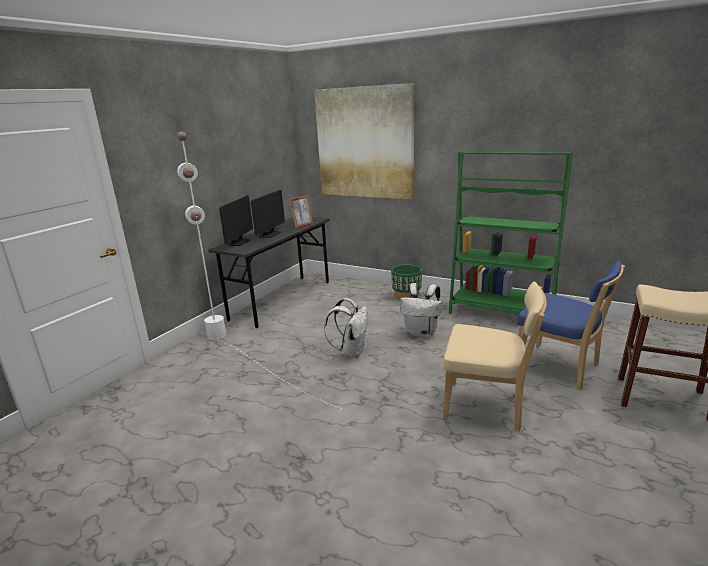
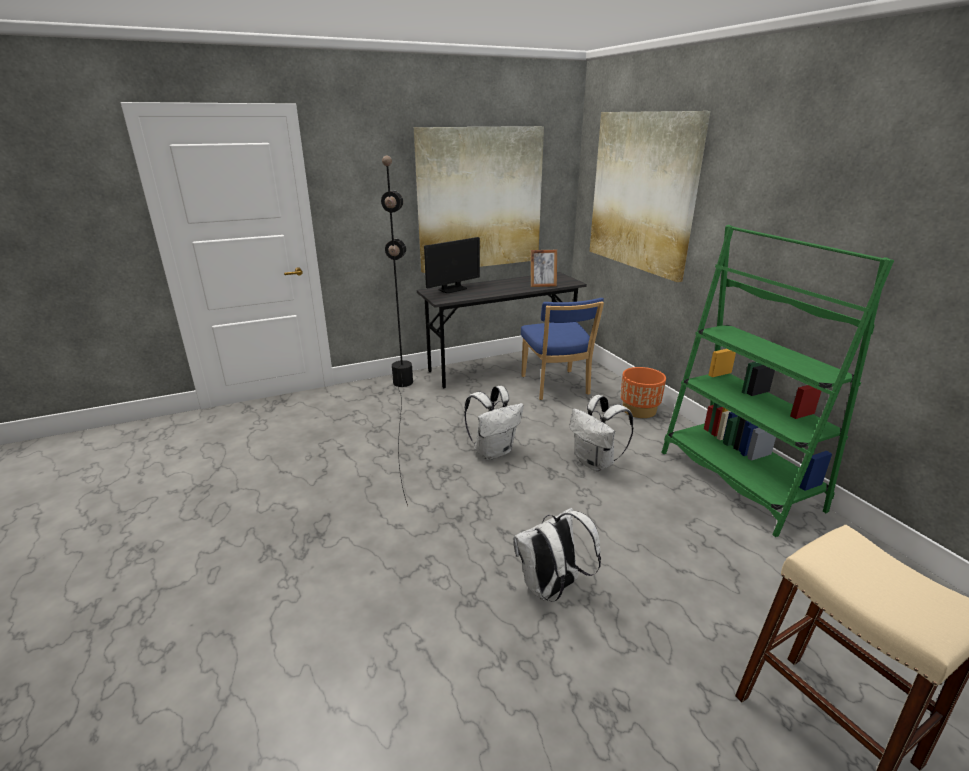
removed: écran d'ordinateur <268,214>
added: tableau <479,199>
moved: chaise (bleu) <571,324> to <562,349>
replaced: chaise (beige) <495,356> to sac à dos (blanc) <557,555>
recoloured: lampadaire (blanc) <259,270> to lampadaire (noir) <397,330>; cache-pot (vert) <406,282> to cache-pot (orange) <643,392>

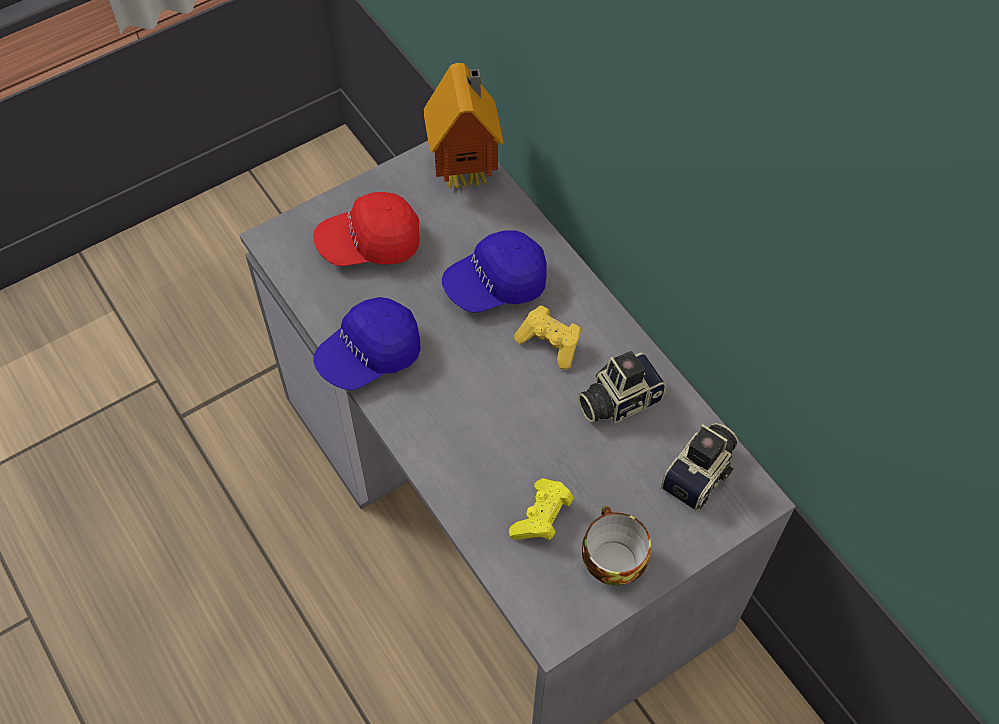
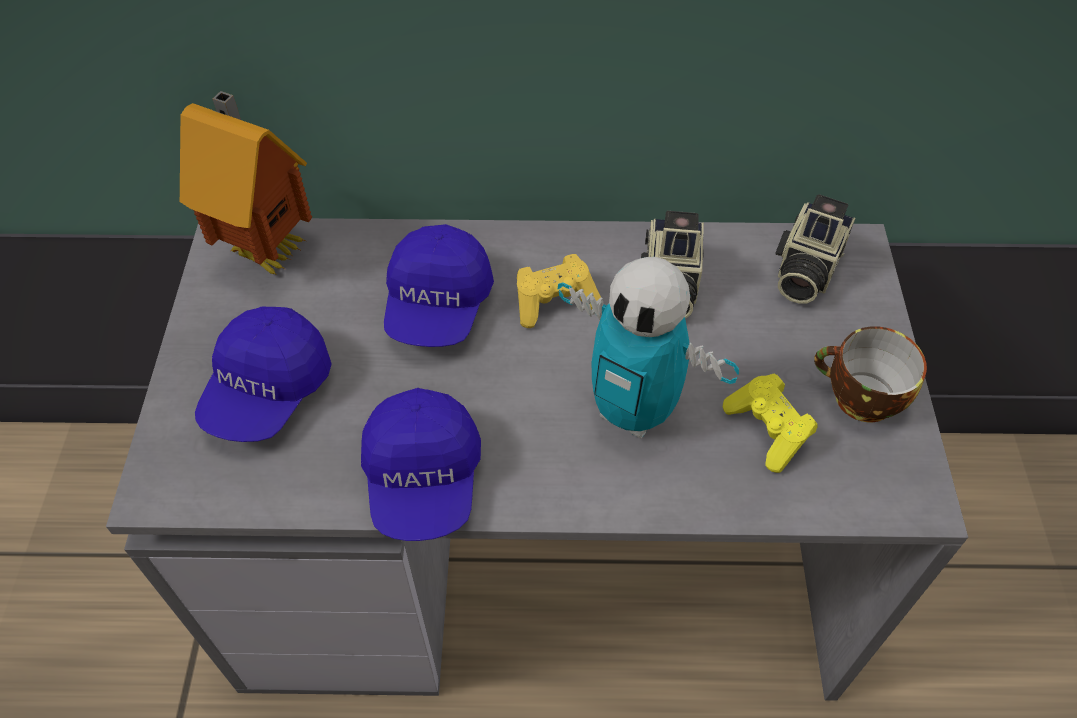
added: robot jouet <648,347>
recoloured: casquette (rouge) <366,229> to casquette (bleu) <263,374>
turned: appareil photo <699,467> = <815,249> 135 degrees counterclockwise

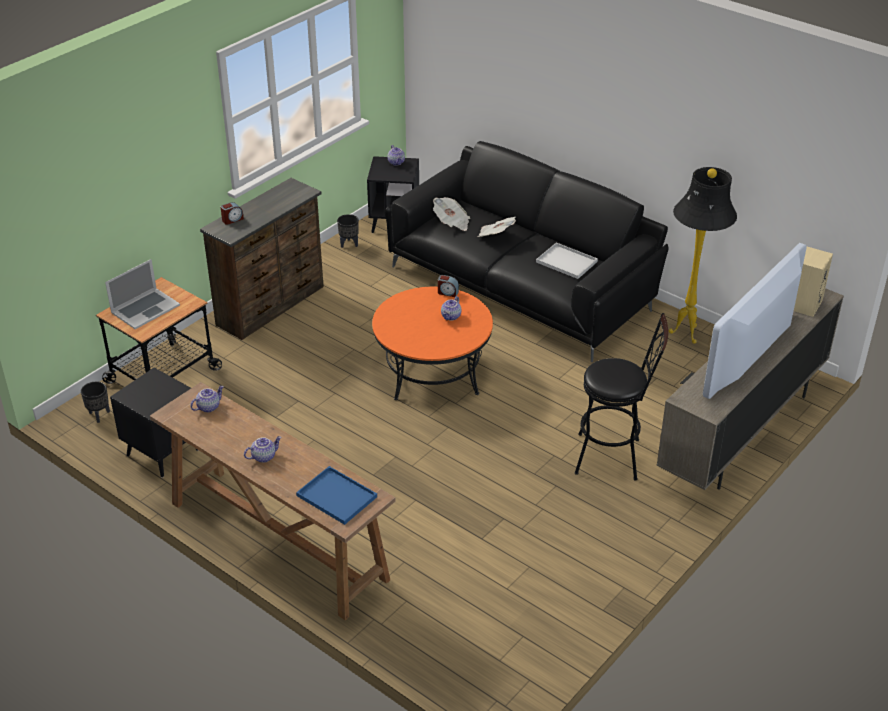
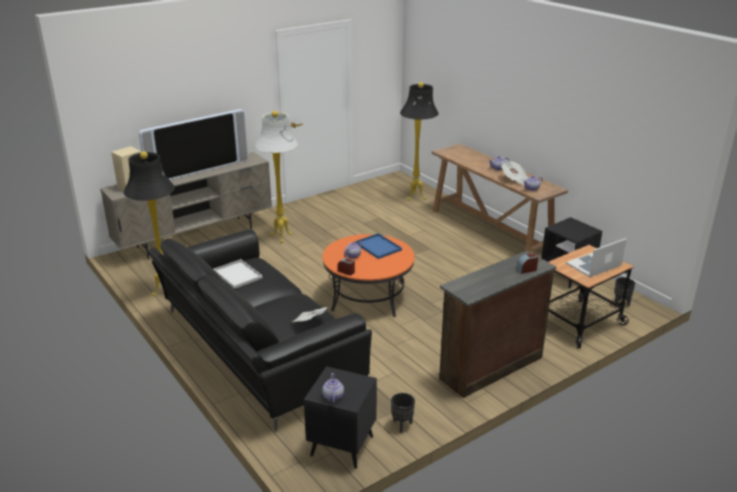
added: lampadaire (noir) <419,141>
moved: plateau (bleu) <336,495> to <378,246>; journal <497,227> to <515,172>
replaced: tabouret (noir) <621,397> to lampadaire (blanc) <276,177>

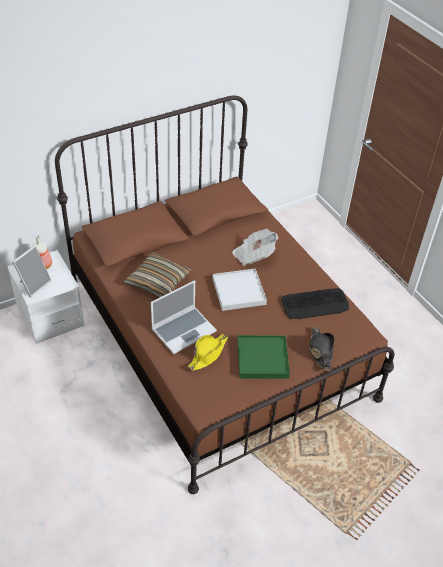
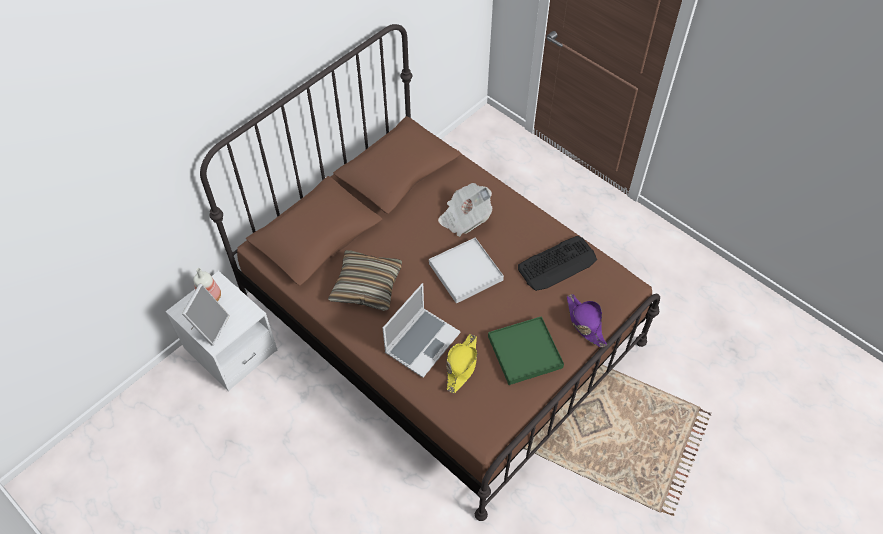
recoloured: chapeau (noir) <322,349> to chapeau (violet) <587,320>

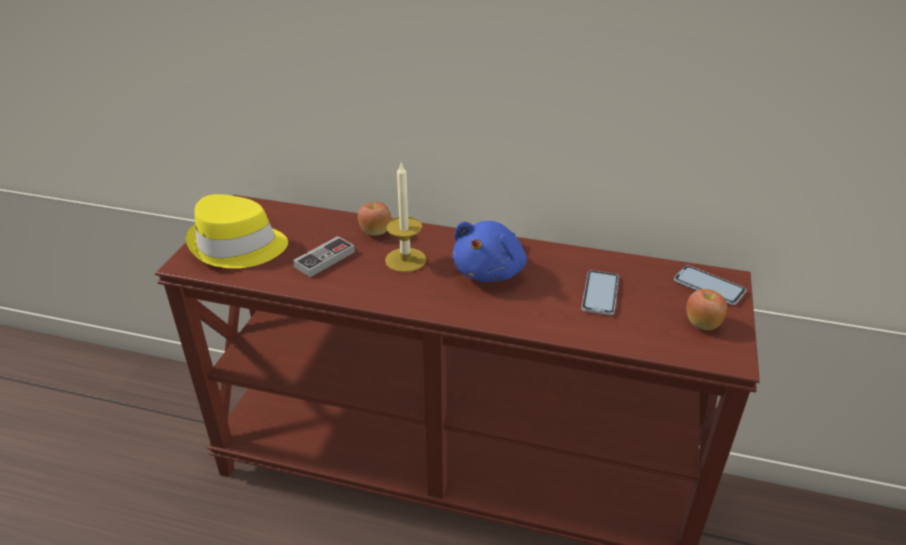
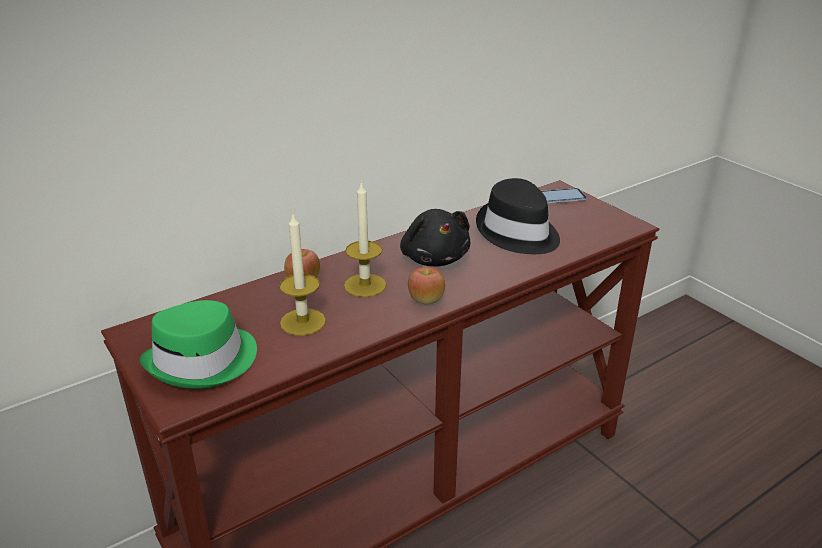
moved: pomme <707,309> to <426,285>
replaced: manette <324,256> to bougie <302,275>; téléphone <600,292> to chapeau (noir) <518,216>
recoloured: chapeau (jaune) <237,231> to chapeau (vert) <198,344>; peluche (bleu) <489,251> to peluche (noir) <435,238>

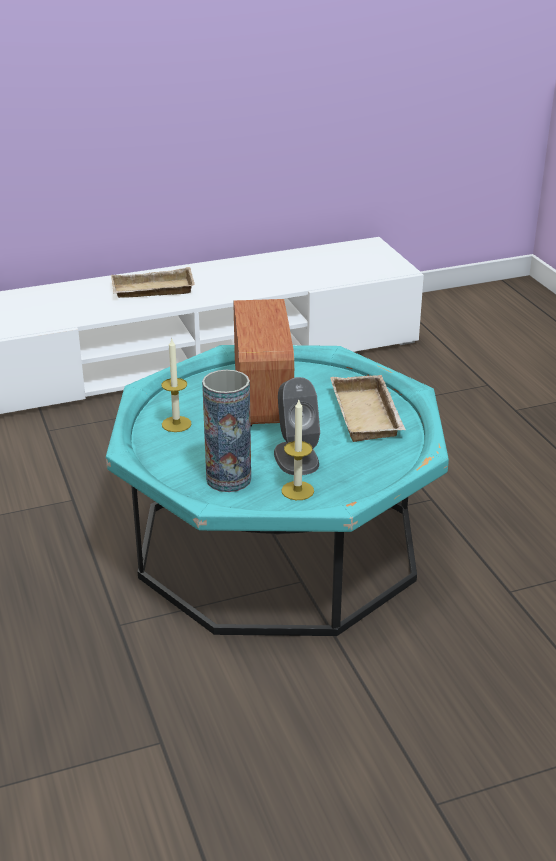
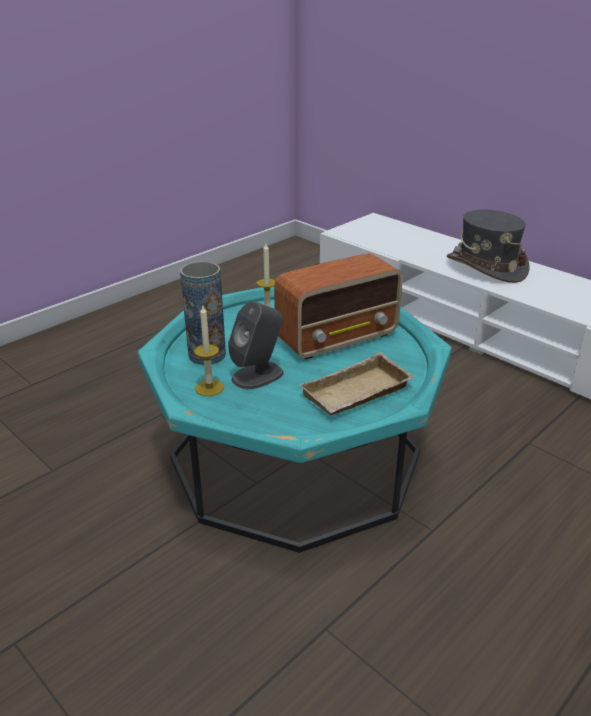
replaced: plateau (beige) <153,282> to chapeau (gris) <488,246>

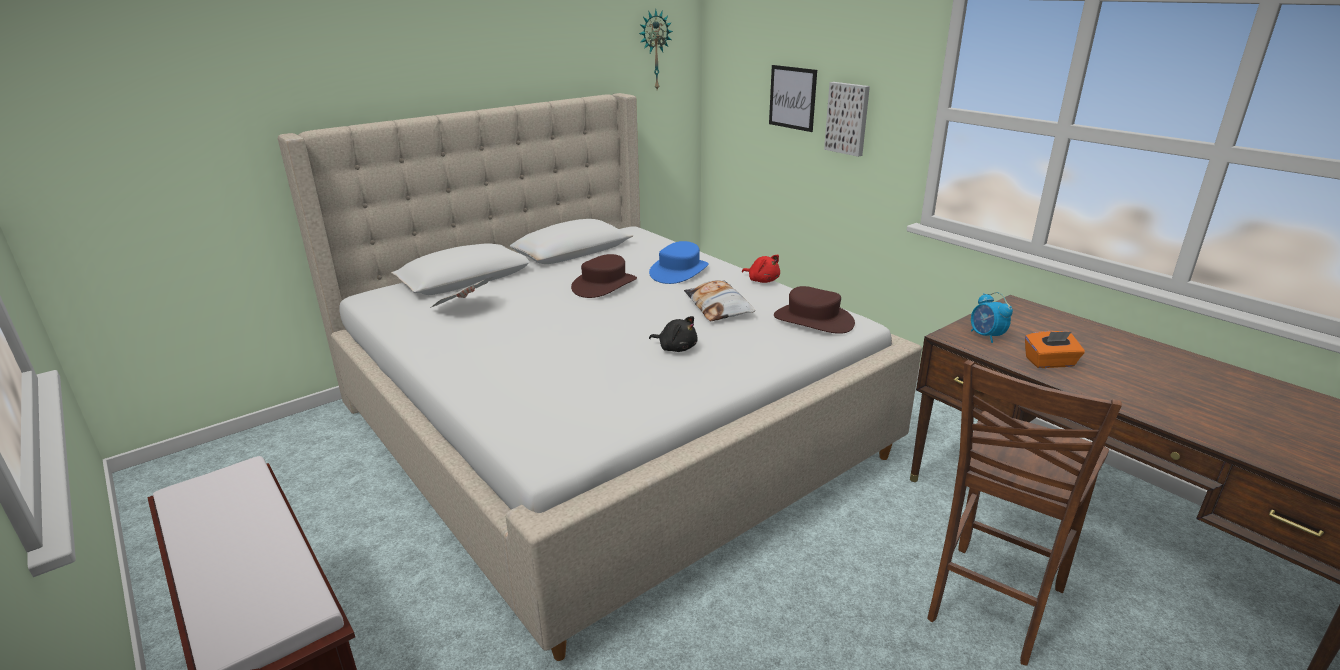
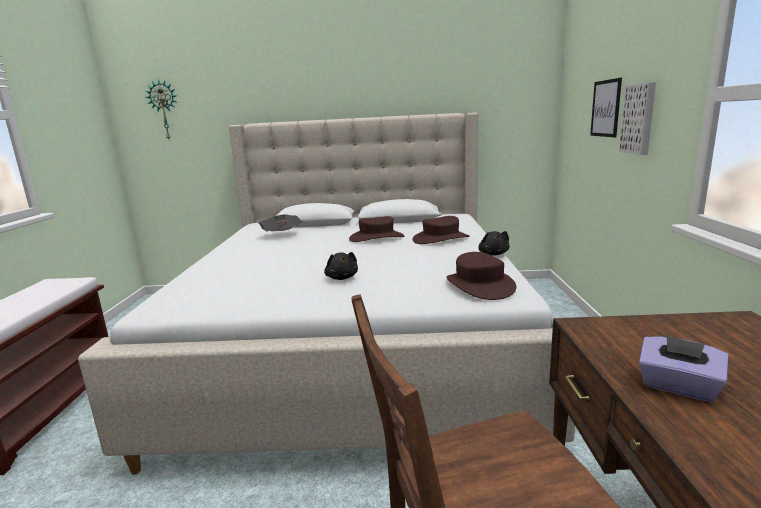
removed: coussin <719,300>; réveil <992,317>
moved: horloge murale <656,49> to <161,109>
recoloured: chapeau (bleu) <679,262> to chapeau (marron) <441,230>; peluche (rouge) <761,269> to peluche (noir) <493,243>; boîte à mouchoirs (orange) <1055,349> to boîte à mouchoirs (violet) <683,369>

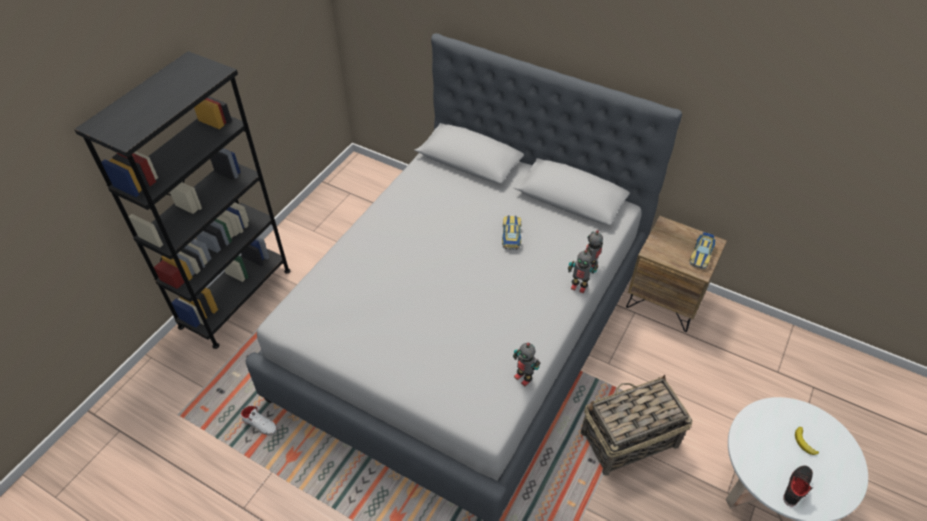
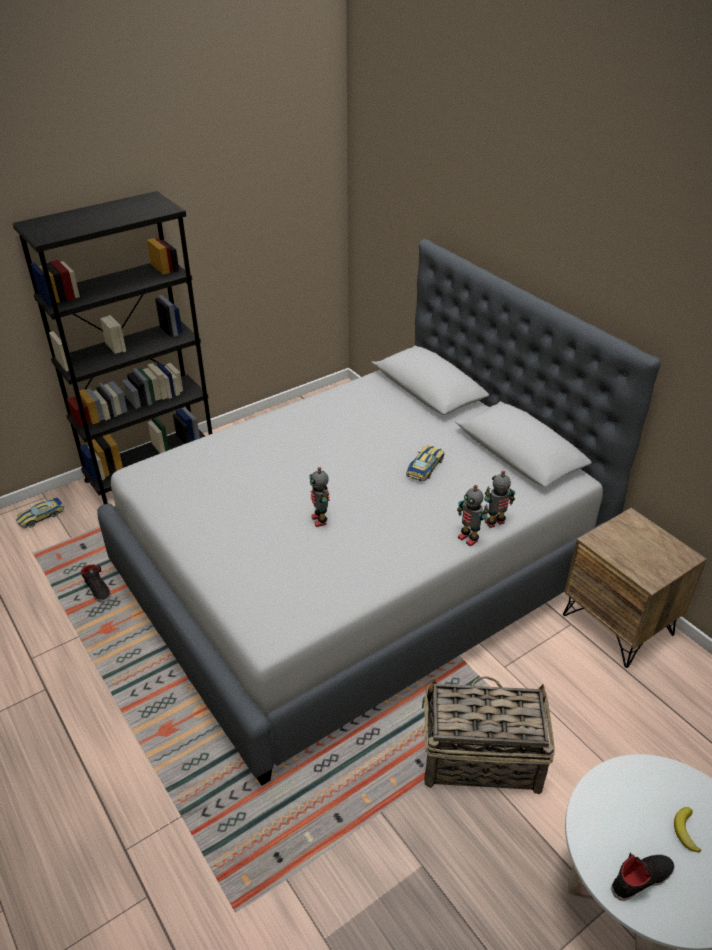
moved: petite voiture <703,250> to <40,513>; robot jouet <526,364> to <319,497>
recoloured: chaussure (blanc) <259,420> to chaussure (noir) <96,583>

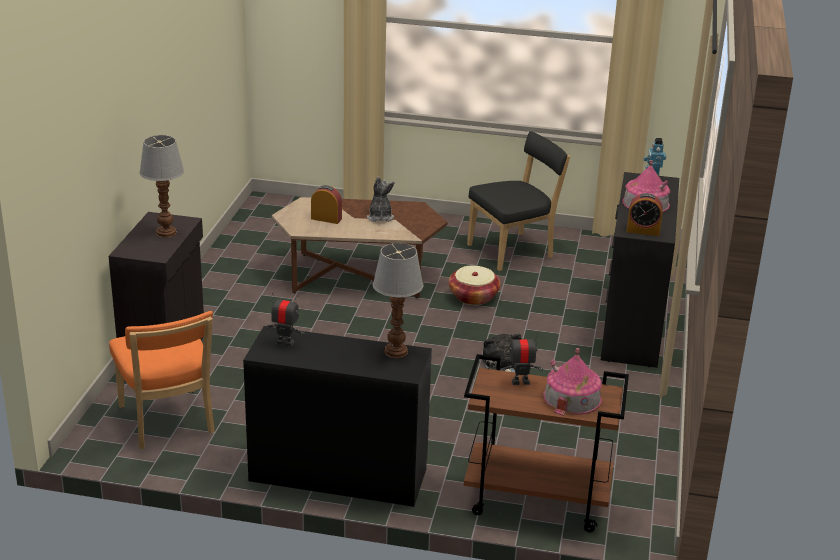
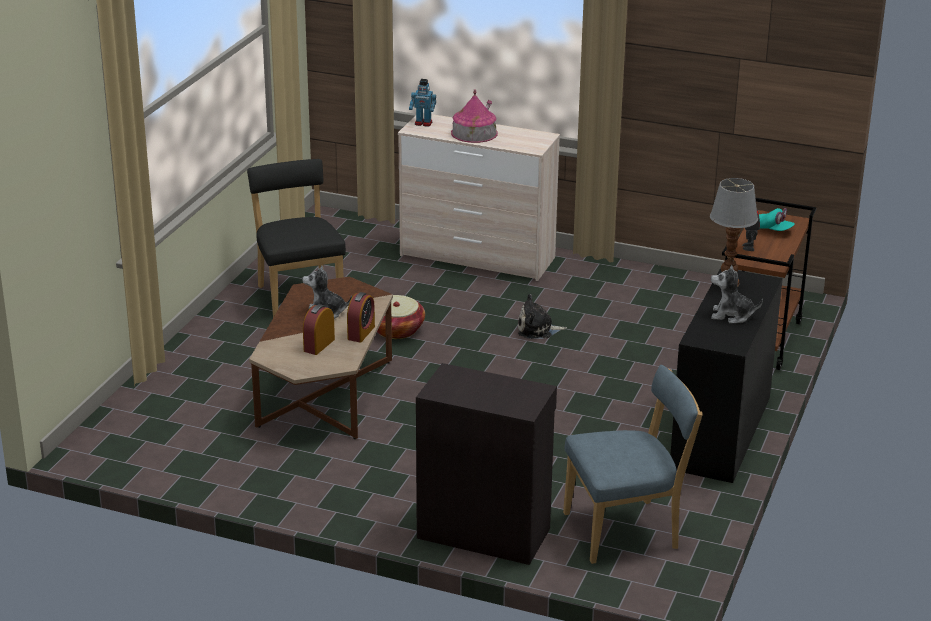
removed: lampe de table <161,186>; robot jouet <284,320>
added: peluche <737,294>
moved: réveil <645,214> to <361,317>
replaced: maison miniature <572,382> to casquette (turquoise) <777,219>
recoloured: commode (noir) <640,270> to commode (beige) <479,197>; chaise (orange) <162,380> to chaise (bleu) <632,464>

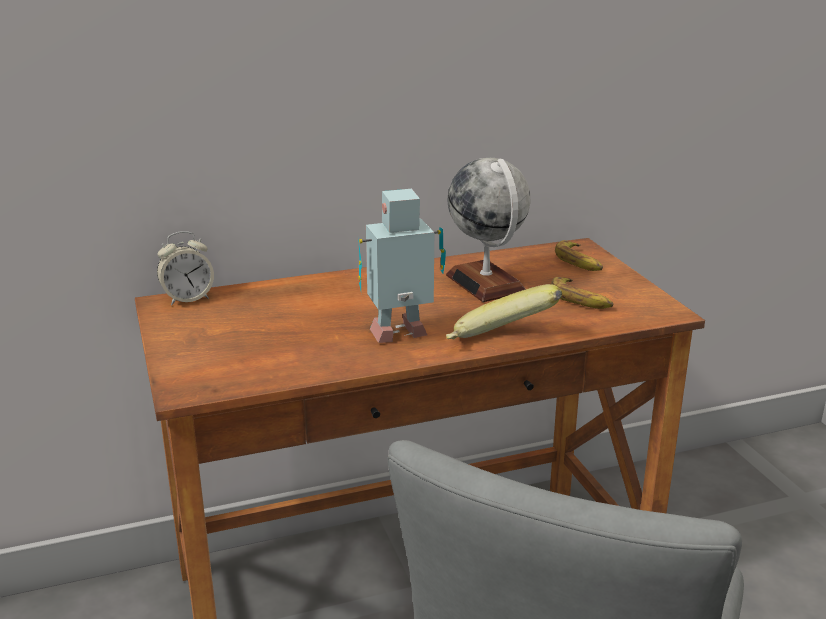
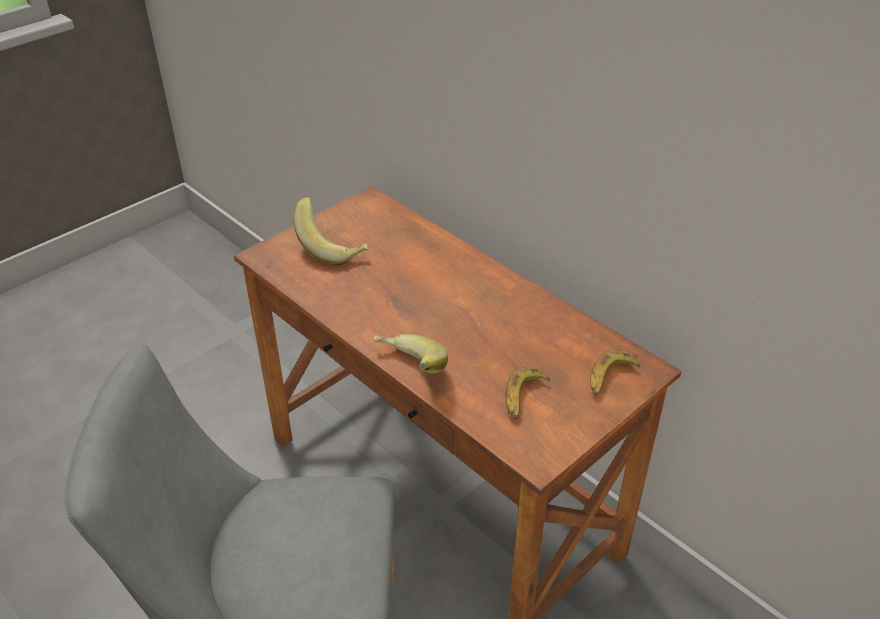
removed: réveil <185,268>; robot jouet <402,266>; globe <488,230>
added: banane <331,231>

